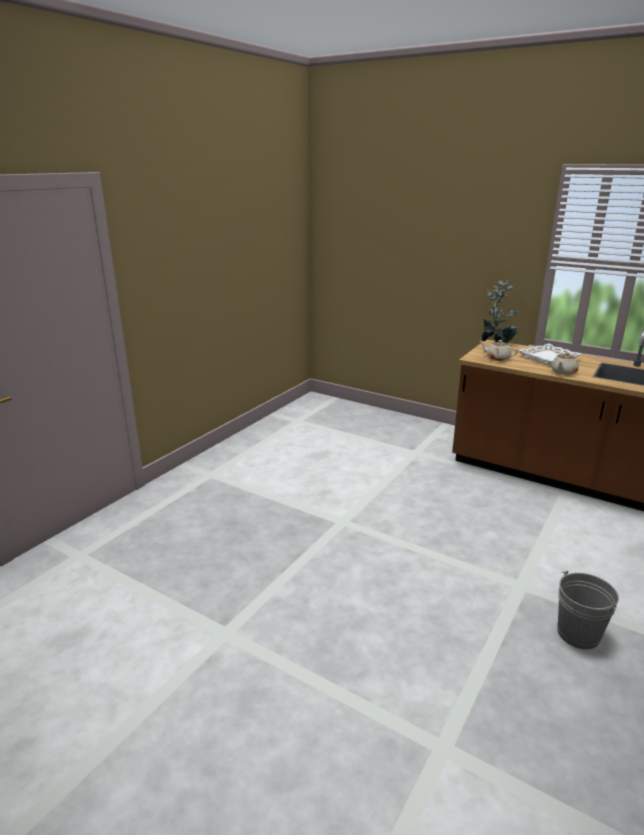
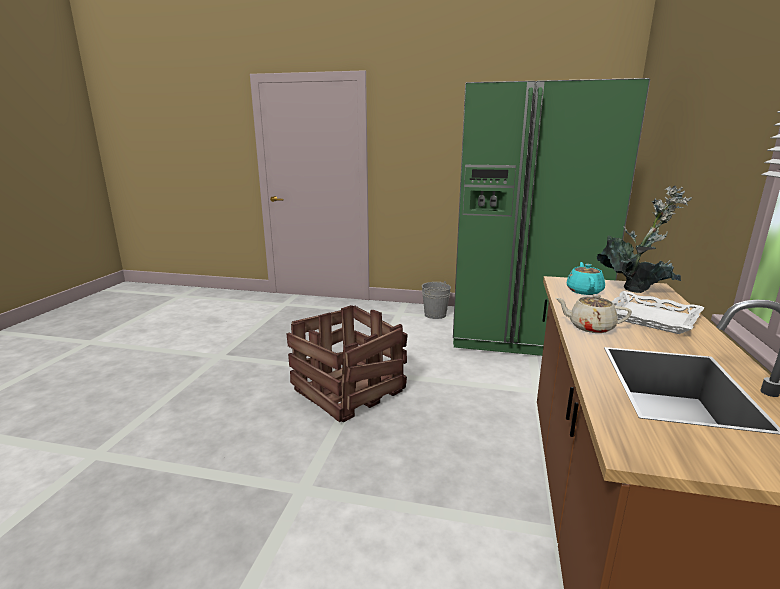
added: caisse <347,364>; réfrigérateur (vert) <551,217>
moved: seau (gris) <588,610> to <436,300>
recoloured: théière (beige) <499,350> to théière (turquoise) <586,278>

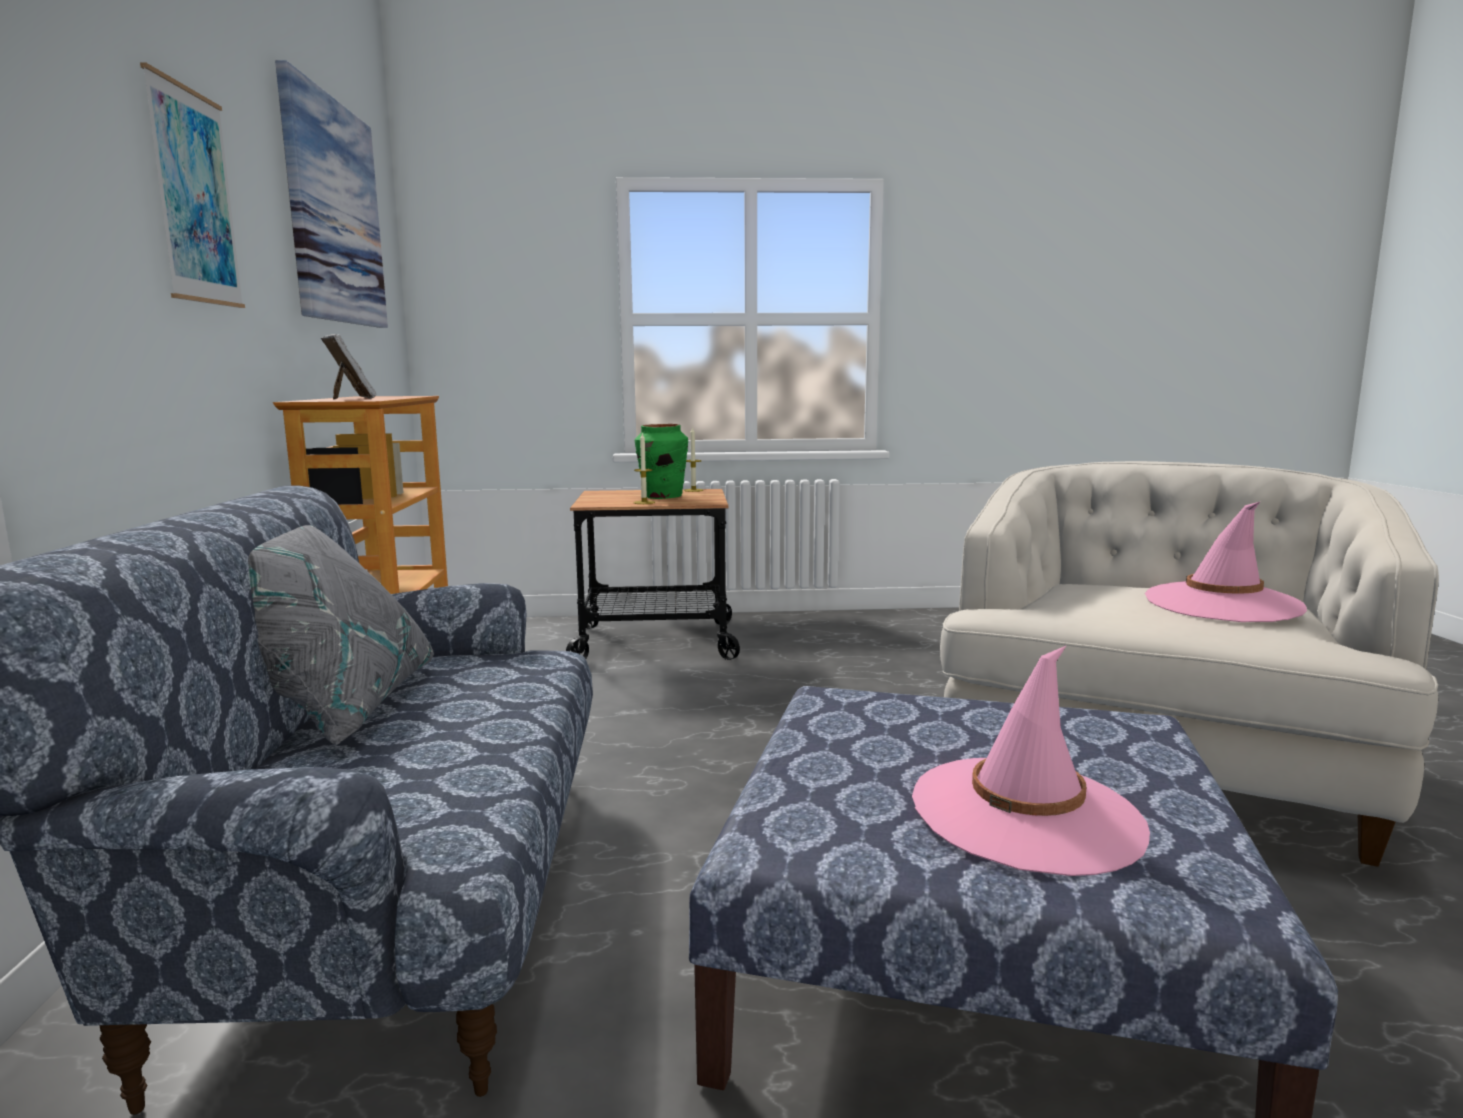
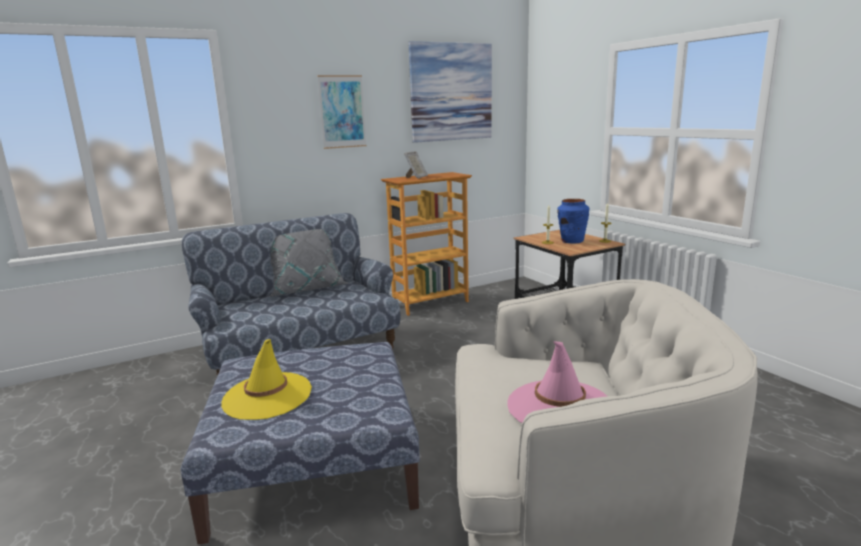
recoloured: chapeau (rose) <1031,760> to chapeau (jaune) <266,379>; vase (vert) <661,461> to vase (bleu) <573,221>

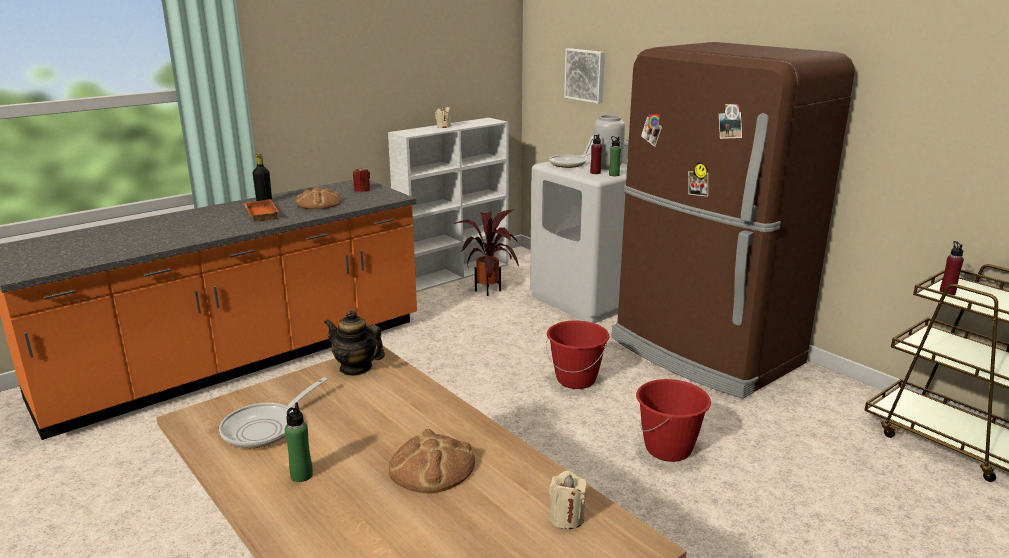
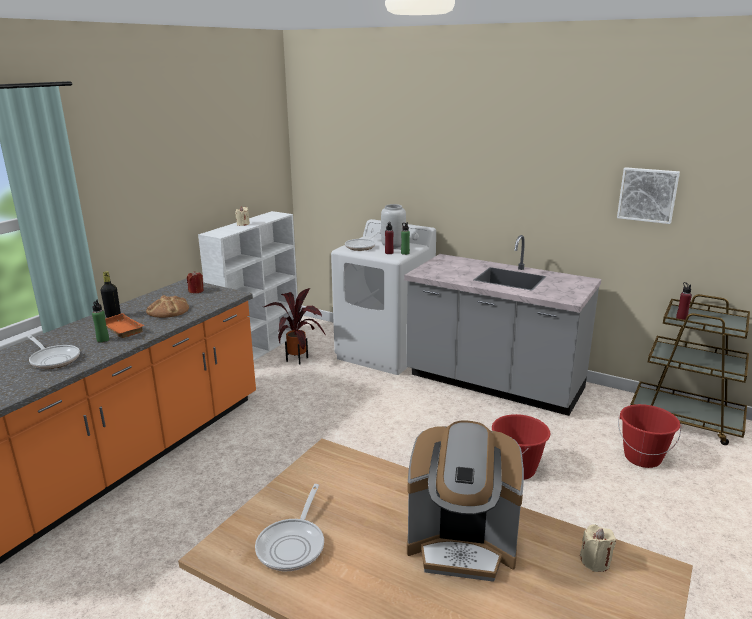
removed: théière <354,343>
added: poêle <53,352>
moved: bouteille (vert) <299,442> to <100,321>; tableau <584,76> to <648,195>; seau (rouge) <577,354> to <649,436>
replaced: réfrigérateur (marron) <732,220> to comptoir de cuisine (gris) <502,325>; pain <432,461> to machine à café <465,501>

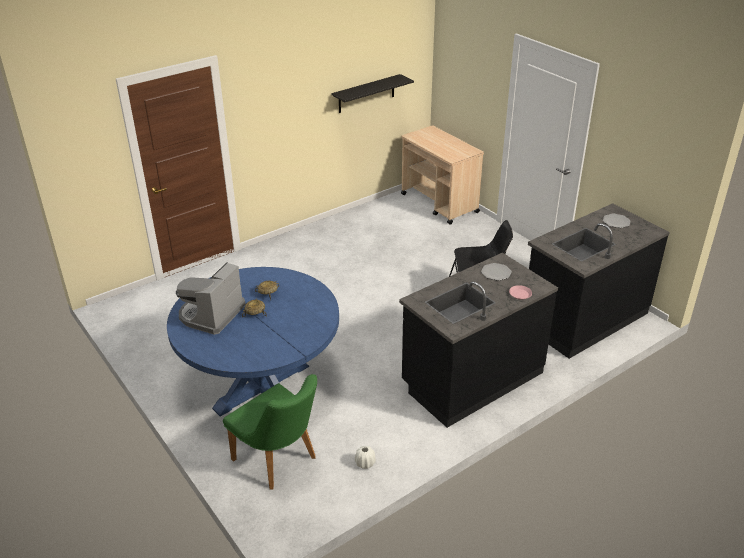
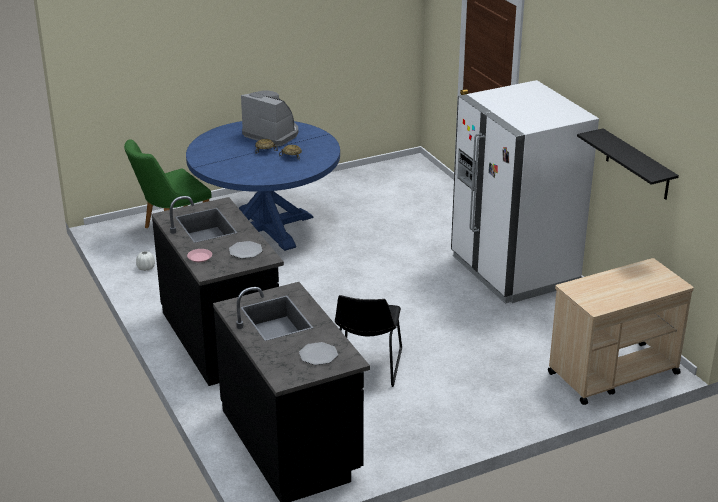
added: réfrigérateur (blanc) <525,192>

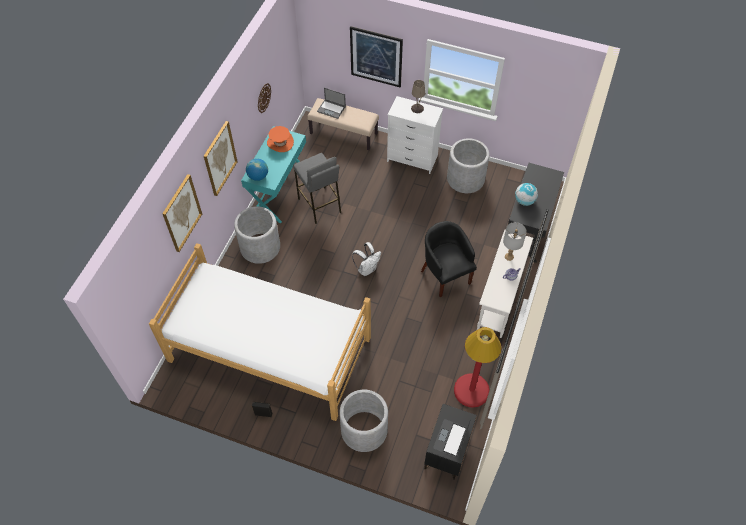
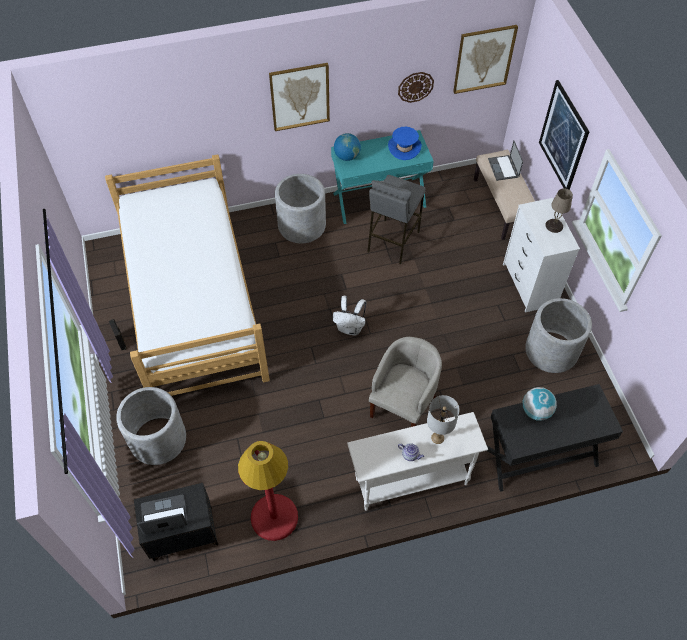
moved: tableau <182,213> to <485,59>
recoloured: fauteuil (noir) <449,259> to fauteuil (beige) <405,382>; chapeau (orange) <280,139> to chapeau (bleu) <405,143>

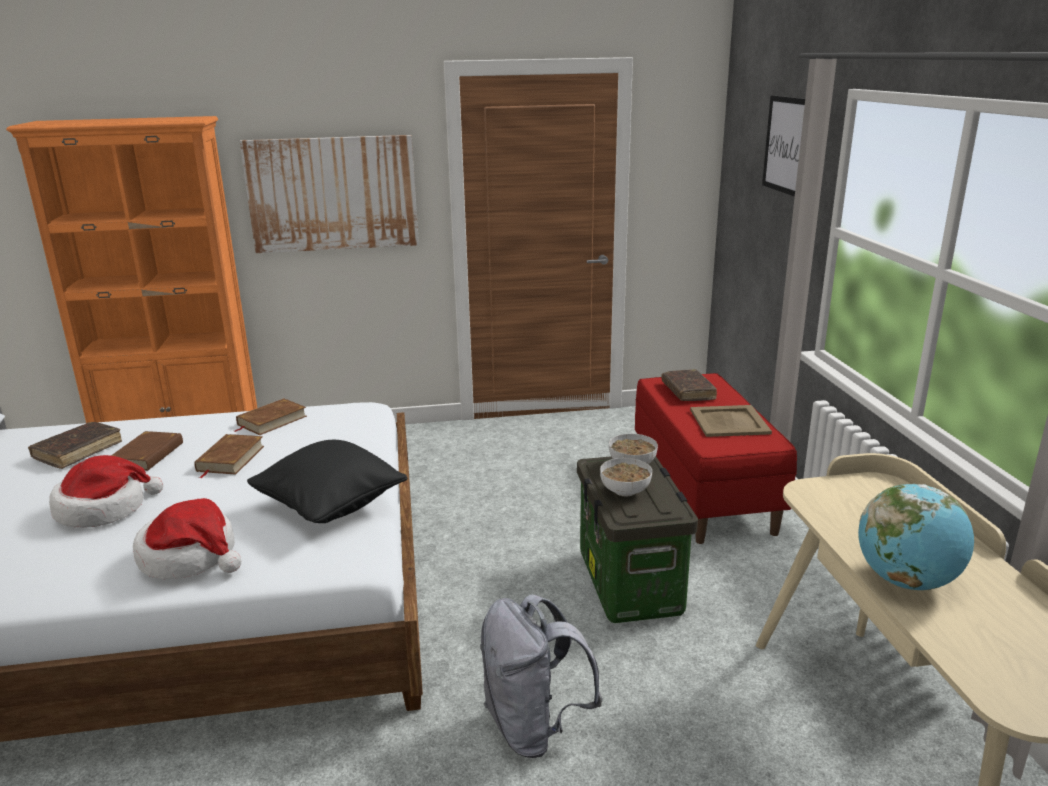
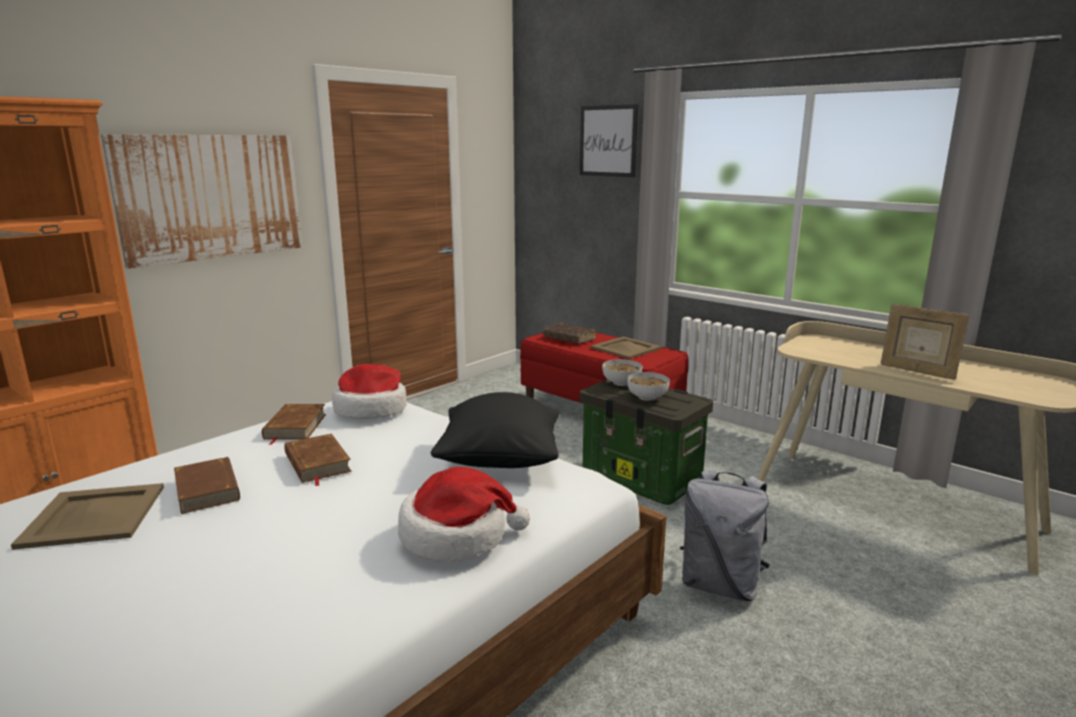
moved: chapeau <106,491> to <369,391>
replaced: livre (marron) <75,445> to plateau (beige) <87,516>; globe <916,537> to cadre photo <925,342>

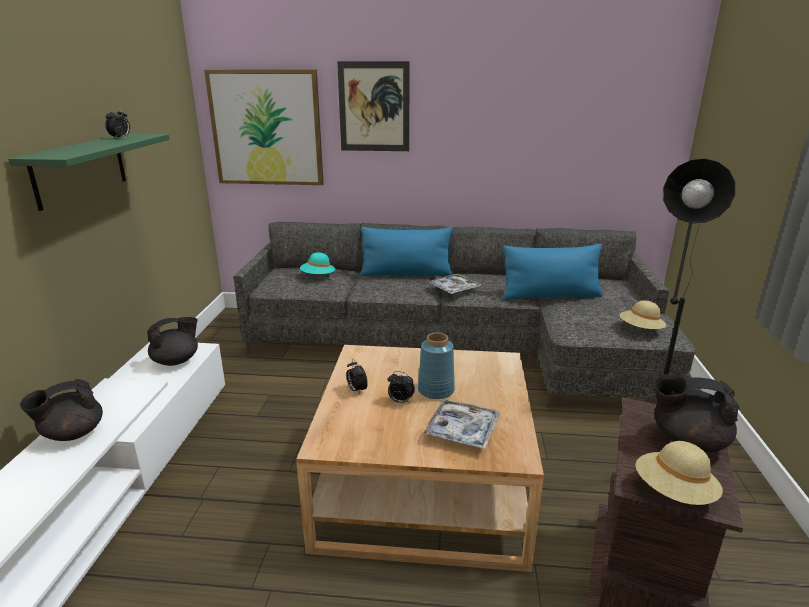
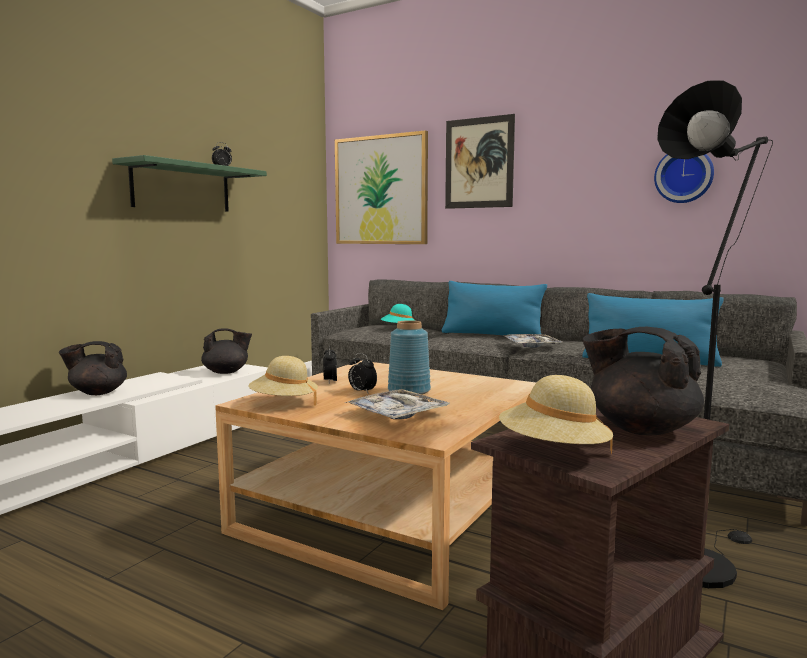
added: horloge murale <684,178>
moved: chapeau (beige) <643,314> to <283,381>

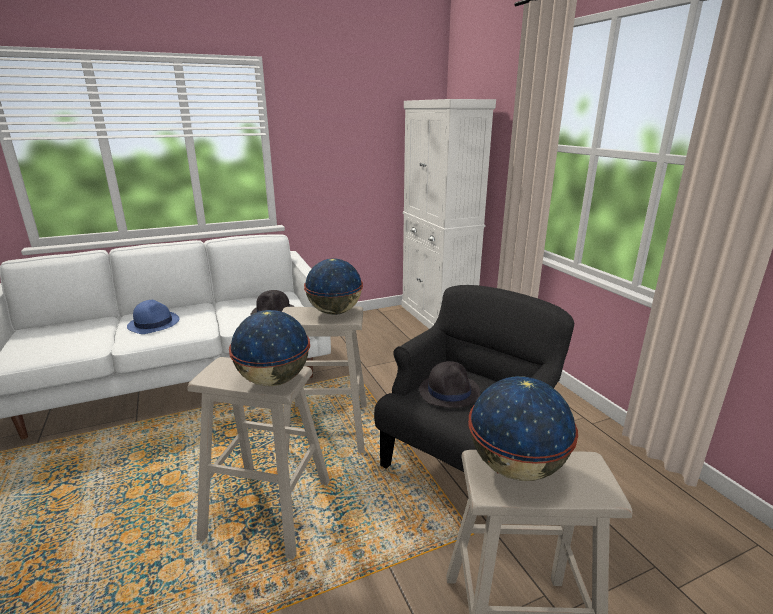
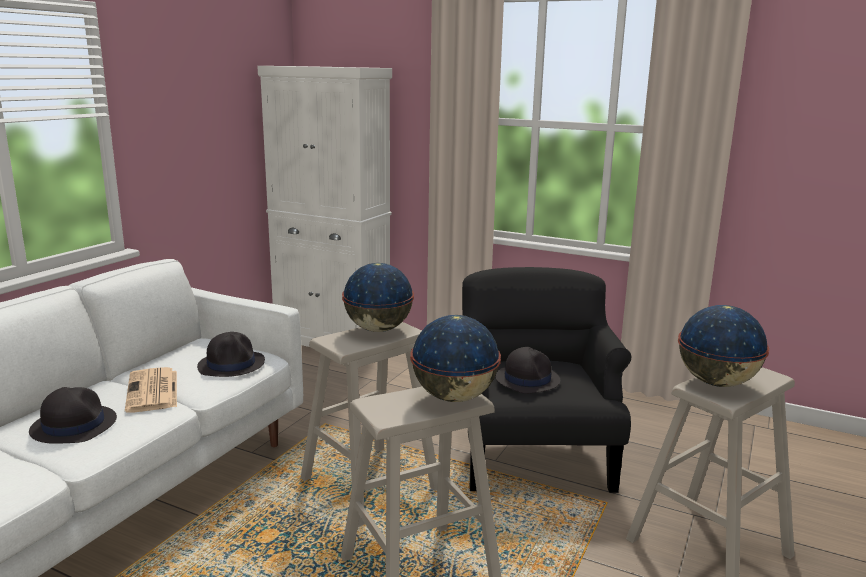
added: journal <151,389>
recoloured: chapeau (bleu) <153,317> to chapeau (noir) <73,415>

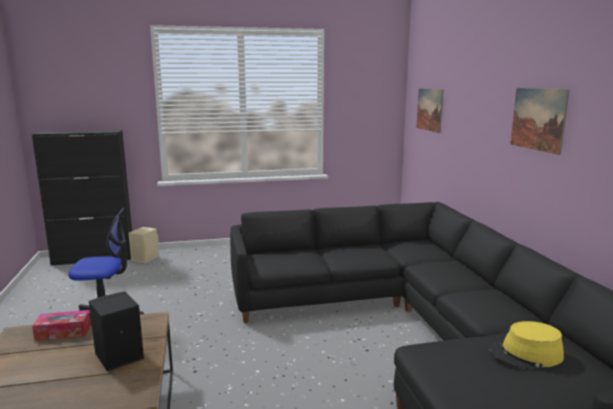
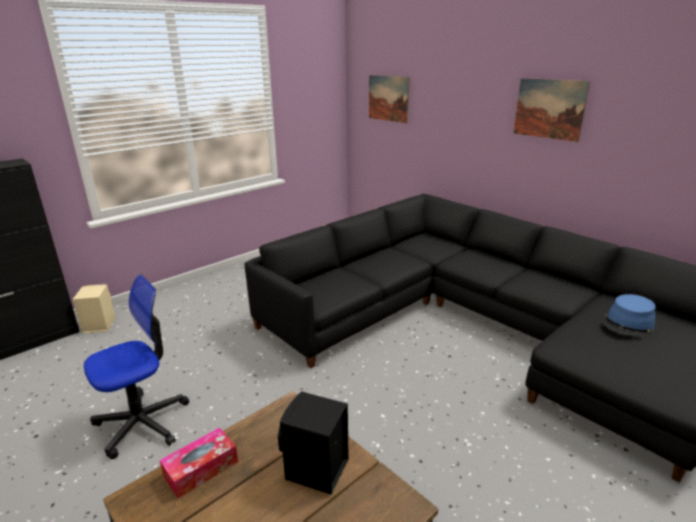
recoloured: chapeau (jaune) <526,345> to chapeau (bleu) <629,316>

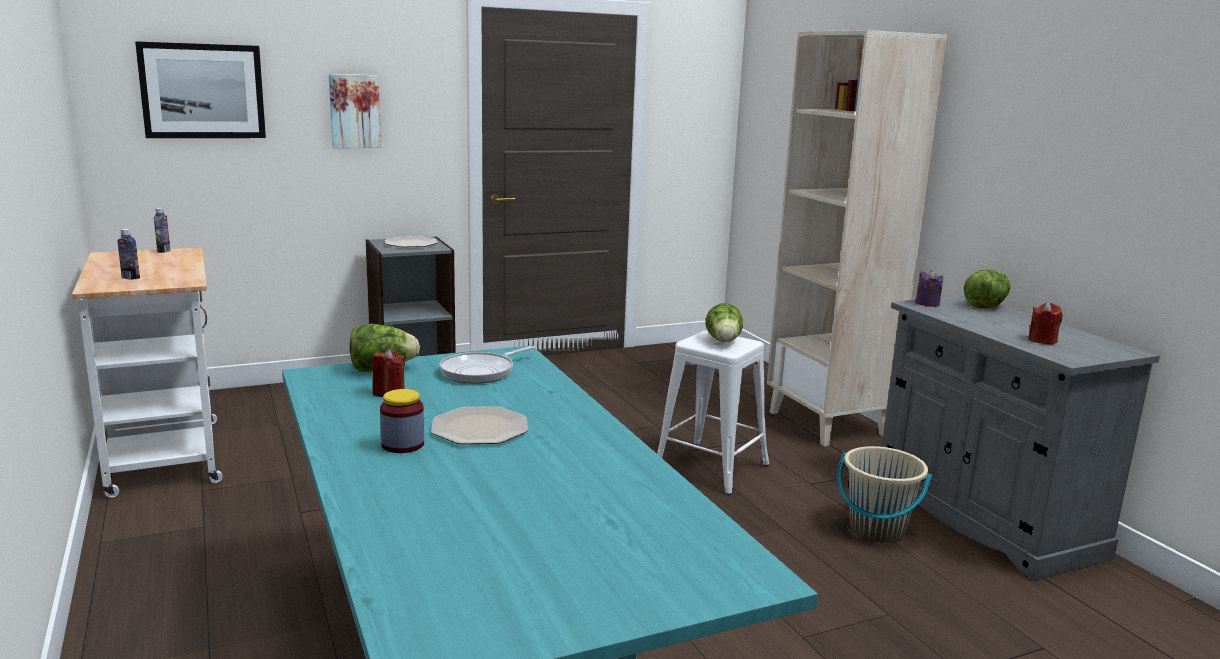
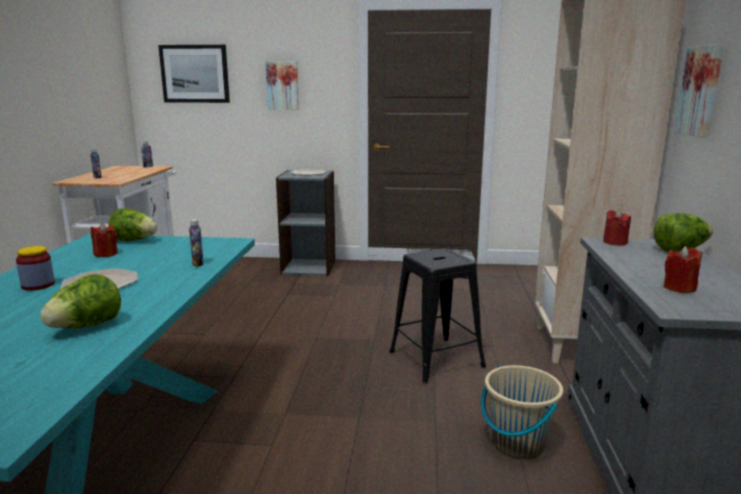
removed: poêle <487,365>
added: bouteille <196,243>; tableau <699,91>
moved: laitue <724,322> to <80,301>
recoloured: tabouret (blanc) <713,413> to tabouret (noir) <437,316>; bougie (violet) <929,288> to bougie (rouge) <617,227>

